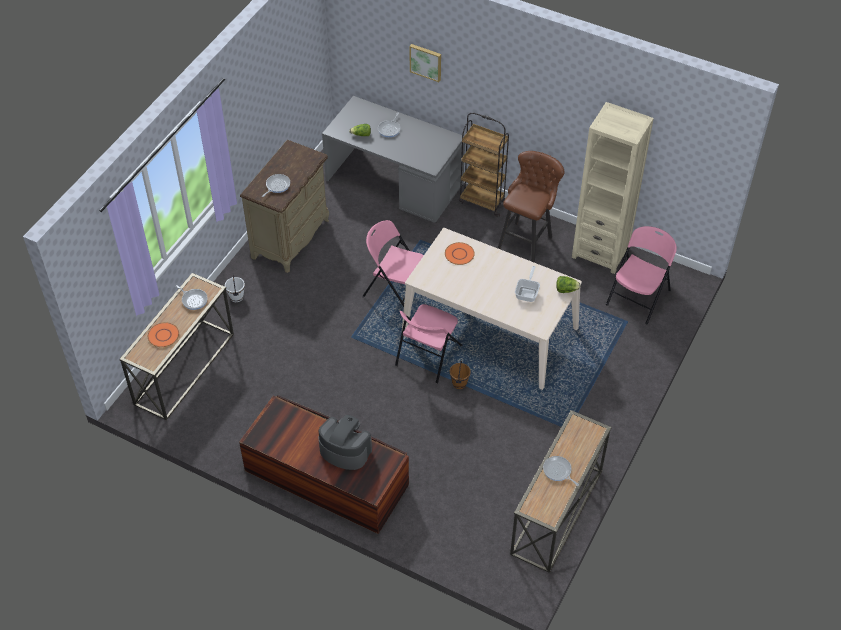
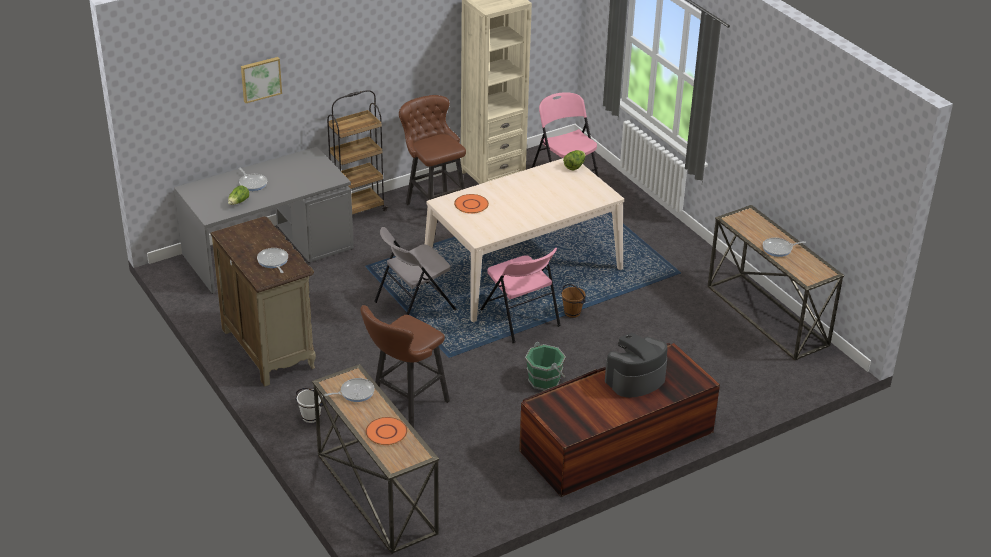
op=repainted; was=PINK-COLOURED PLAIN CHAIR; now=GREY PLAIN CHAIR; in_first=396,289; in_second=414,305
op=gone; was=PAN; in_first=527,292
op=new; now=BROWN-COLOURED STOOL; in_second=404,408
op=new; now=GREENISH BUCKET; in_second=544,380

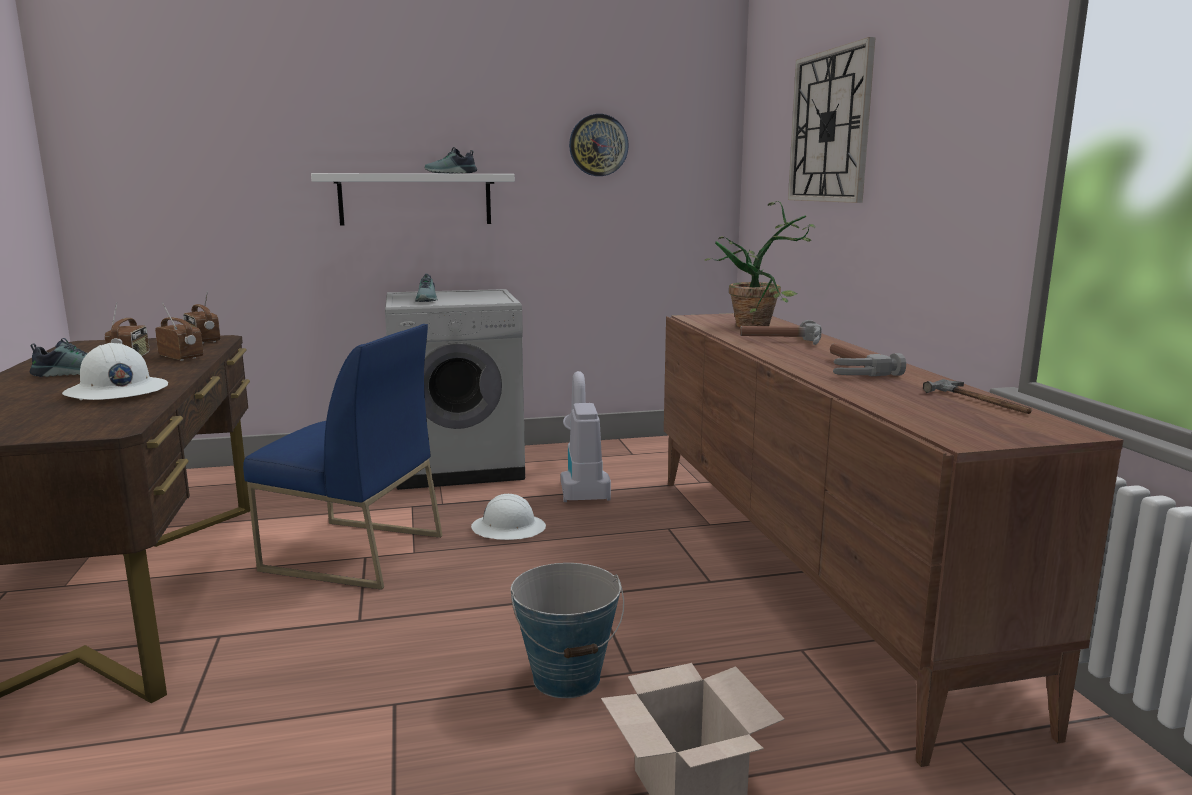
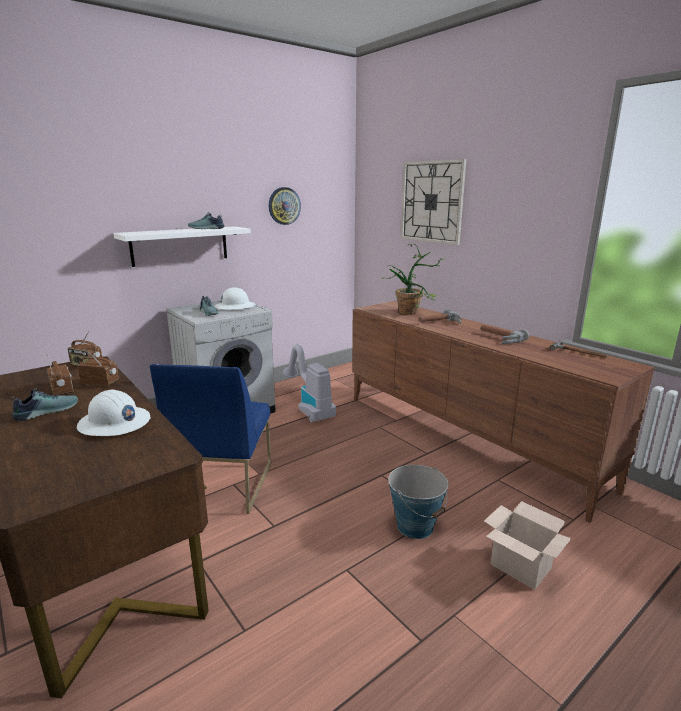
op=rotated; was=BLUISH PLAIN CHAIR; in_first=352,553; in_second=222,484; clockwise=105
op=shifted; was=WHITE WORK HELMET; in_first=508,528; in_second=235,306

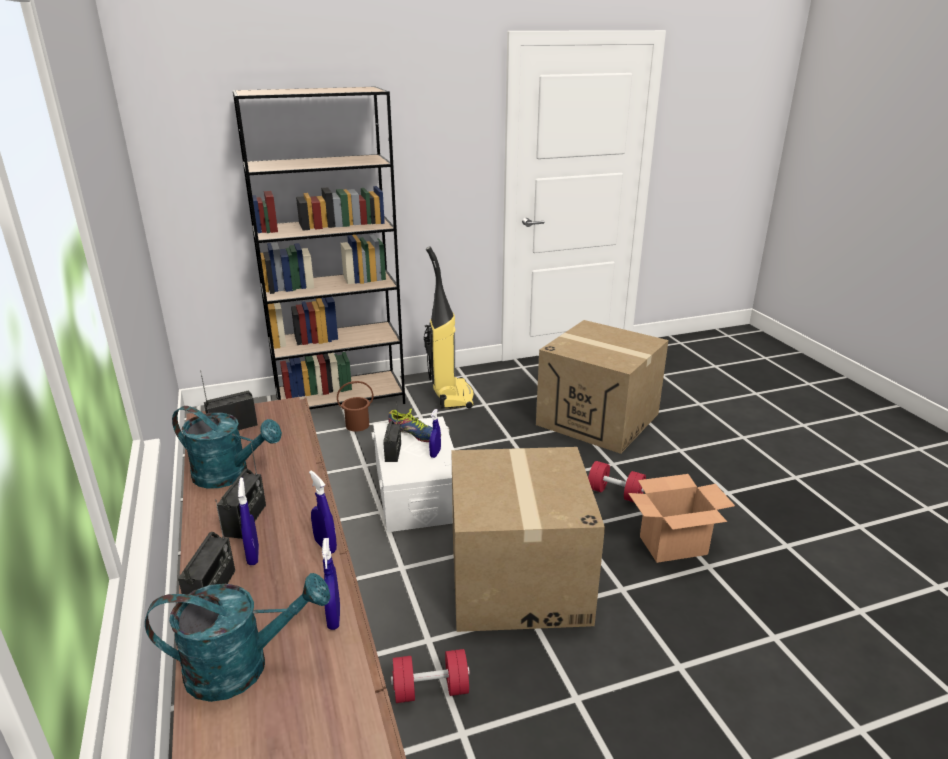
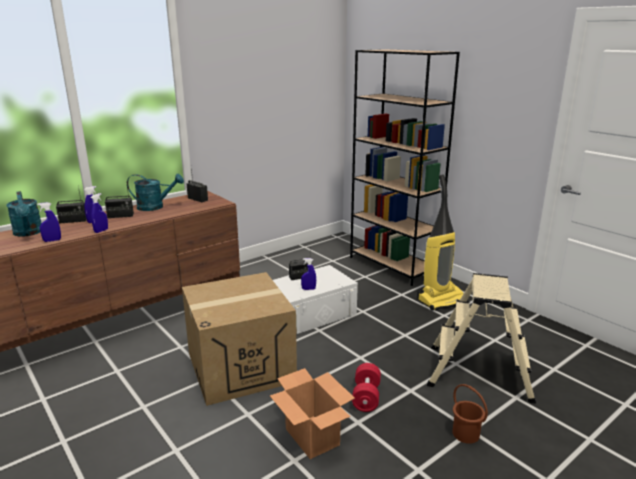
op=rotated; was=TURQUOISE-COLOURED SPRINKLING CAN; in_first=229,475; in_second=155,207; clockwise=-90
op=shifted; was=BROWN-COLOURED BUCKET; in_first=357,425; in_second=465,434
op=gone; was=ITEM OF FOOTWEAR; in_first=414,433
op=gone; was=REDDISH FREE WEIGHT; in_first=430,690
op=swapped; was=CARDBOARD BOX; now=BEIGE-COLOURED STEP STOOL; in_first=598,419; in_second=479,373

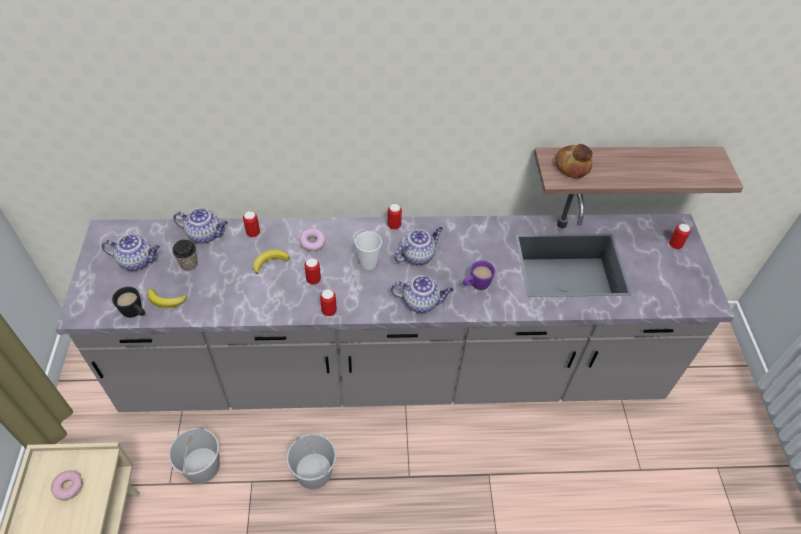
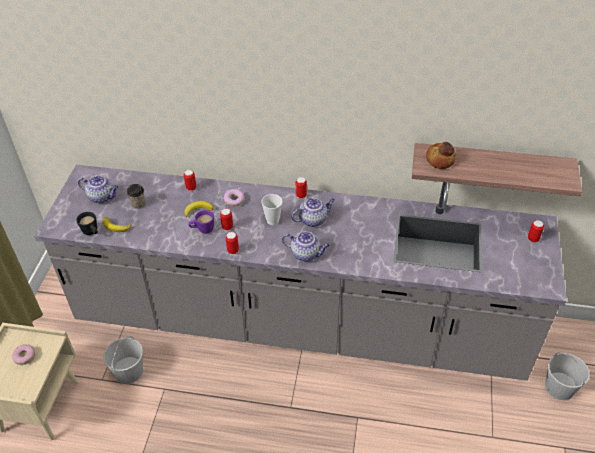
op=gone; was=POT FOR TEA; in_first=205,234
op=shifted; was=WHITE BUCKET; in_first=314,472; in_second=560,387
op=shifted; was=PURPLE TEA MUG; in_first=476,285; in_second=202,230

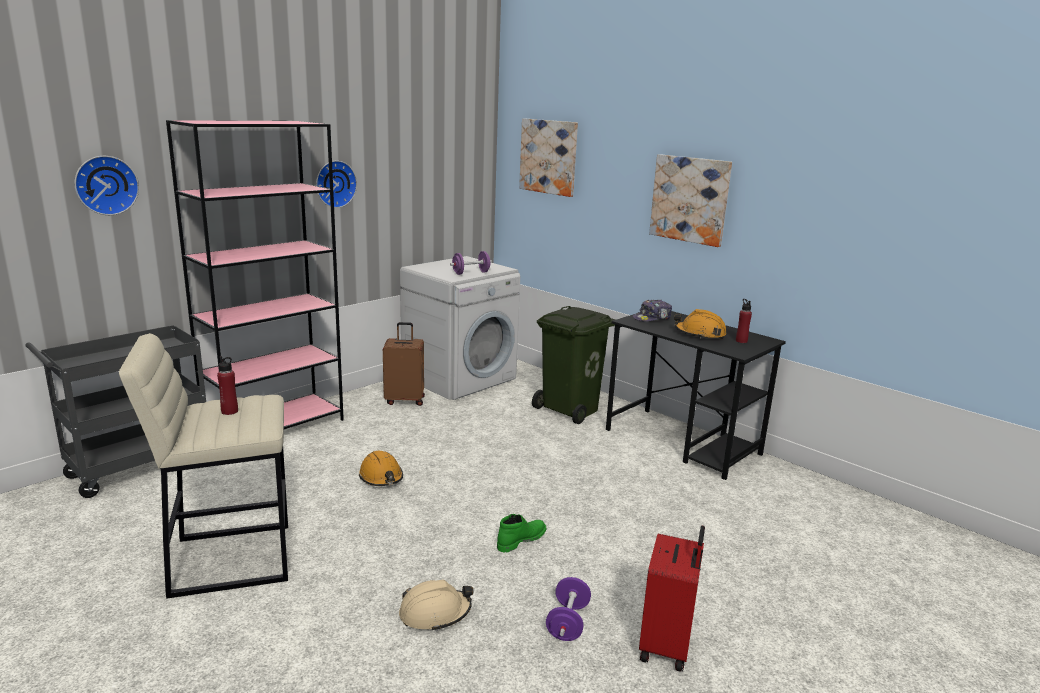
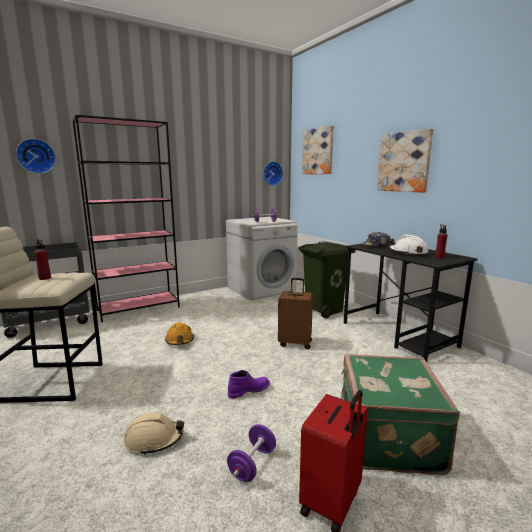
op=shifted; was=WALL CLOCK; in_first=334,184; in_second=272,173
op=shifted; was=BROWN-COLOURED PIECE OF LUGGAGE; in_first=405,400; in_second=295,343
op=repainted; was=GREENISH BOOT; now=PURPLE BOOT; in_first=521,539; in_second=248,390
op=repainted; was=ORANGE WORK HELMET; now=WHITE WORK HELMET; in_first=700,334; in_second=407,253
op=new; now=GREENISH PIECE OF LUGGAGE; in_second=386,437

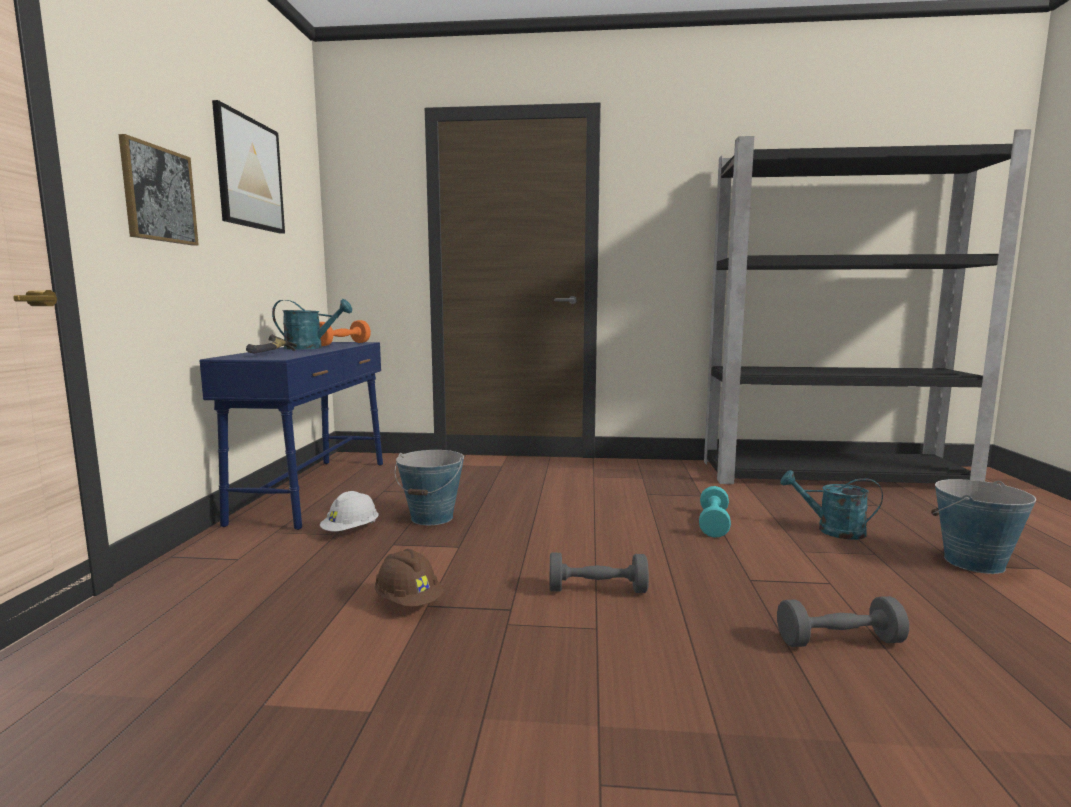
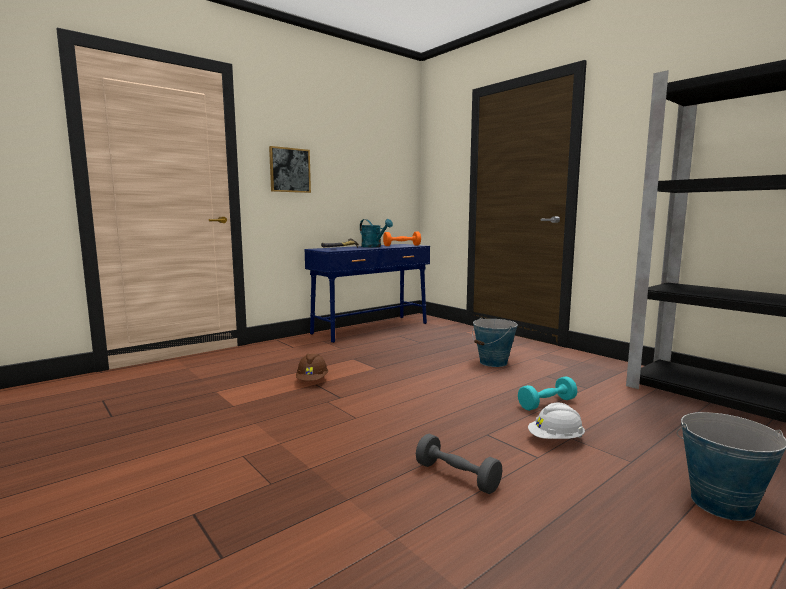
op=gone; was=WALL PICTURE; in_first=249,173
op=shifted; was=WHITE WORK HELMET; in_first=351,531; in_second=555,440
op=shifted; was=BUCKET; in_first=432,517; in_second=493,362
op=gone; was=GREY FREE WEIGHT; in_first=597,590
op=gone; was=TURQUOISE-COLOURED SPRINKLING CAN; in_first=832,530

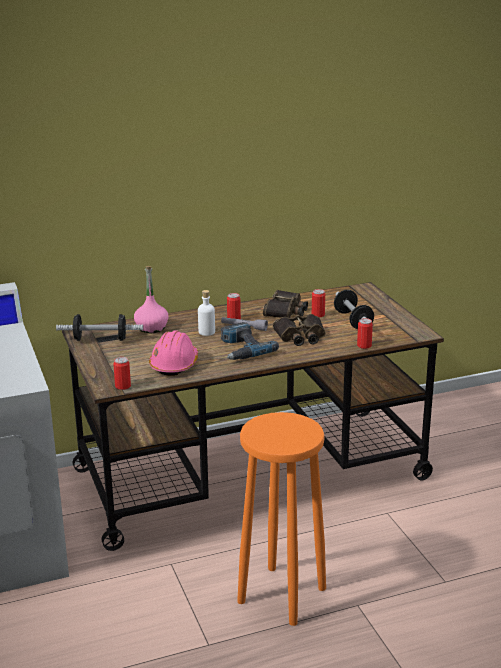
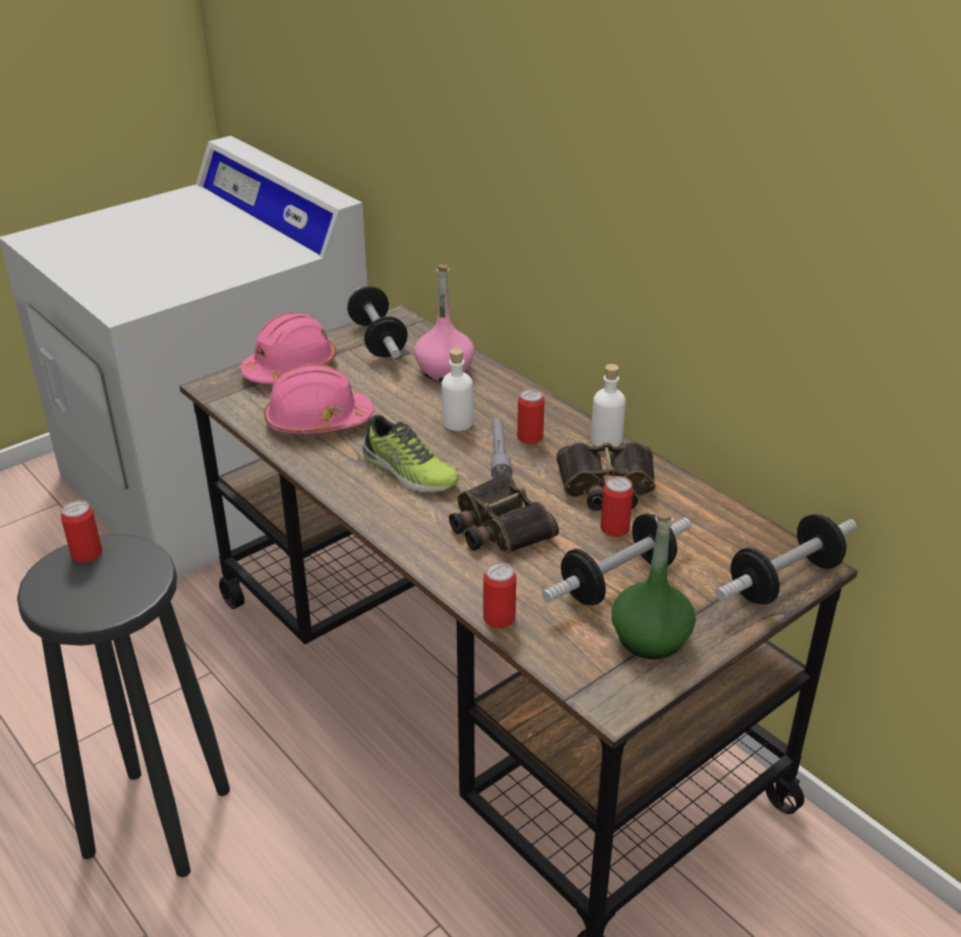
op=shifted; was=CAN; in_first=123,386; in_second=87,554
op=swapped; was=POWER DRILL; now=ITEM OF FOOTWEAR; in_first=242,349; in_second=408,472
op=repainted; was=ORANGE STOOL; now=BLACK STOOL; in_first=281,595; in_second=156,820
op=new; now=PINK-COLOURED WORK HELMET; in_second=291,368
op=new; now=WHITE DRINK BOTTLE; in_second=606,440
op=new; now=GREENISH DRINK BOTTLE; in_second=650,638
op=new; now=FREE WEIGHT; in_second=784,580

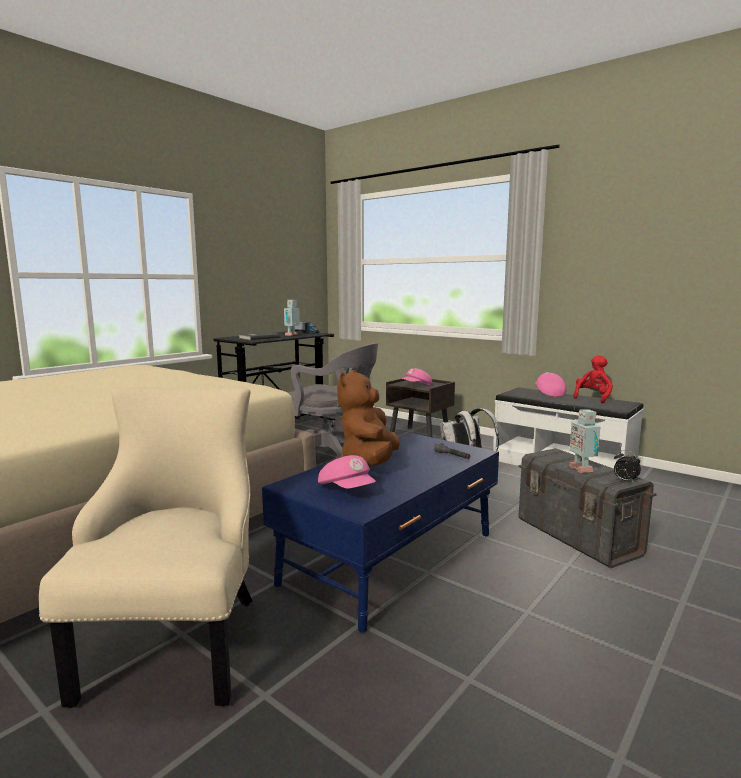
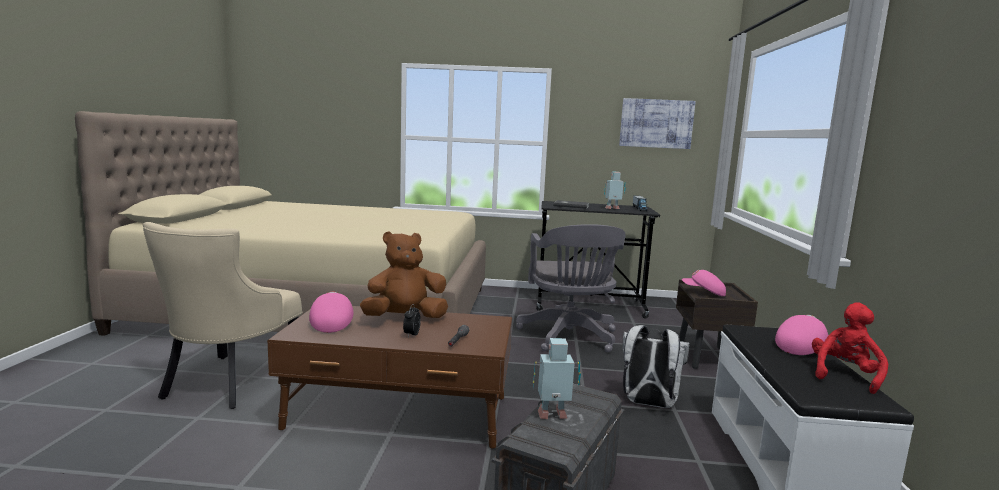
op=rotated; was=BEIGE-COLOURED PLAIN CHAIR; in_first=176,651; in_second=231,380; clockwise=135
op=repainted; was=BLUISH LOW TABLE; now=BROWN-COLOURED LOW TABLE; in_first=391,558; in_second=400,413
op=rotated; was=PINK-COLOURED PEAKED CAP; in_first=347,490; in_second=331,323; clockwise=150
op=rotated; was=MODEL ROBOT; in_first=581,469; in_second=553,416; clockwise=45
op=rotated; was=REDDISH SOFT TOY; in_first=592,398; in_second=844,375; clockwise=-60
op=shifted; was=ALARM CLOCK; in_first=624,481; in_second=411,335
op=new; now=WALL PICTURE; in_second=656,123

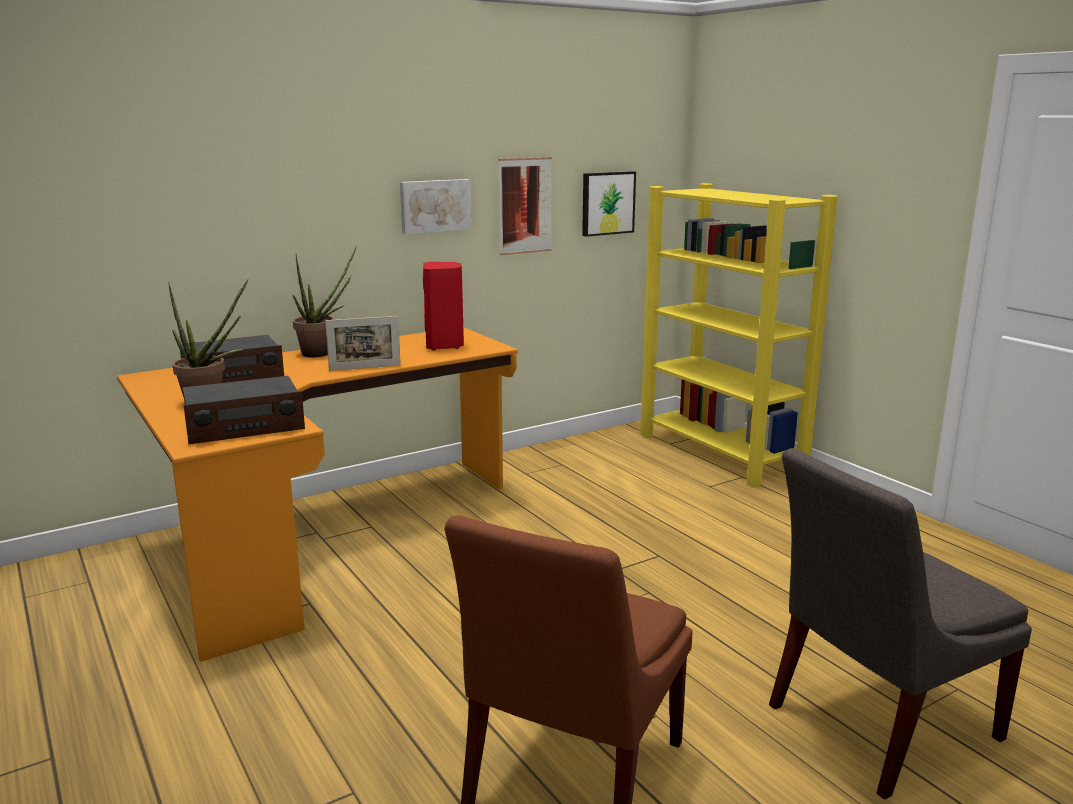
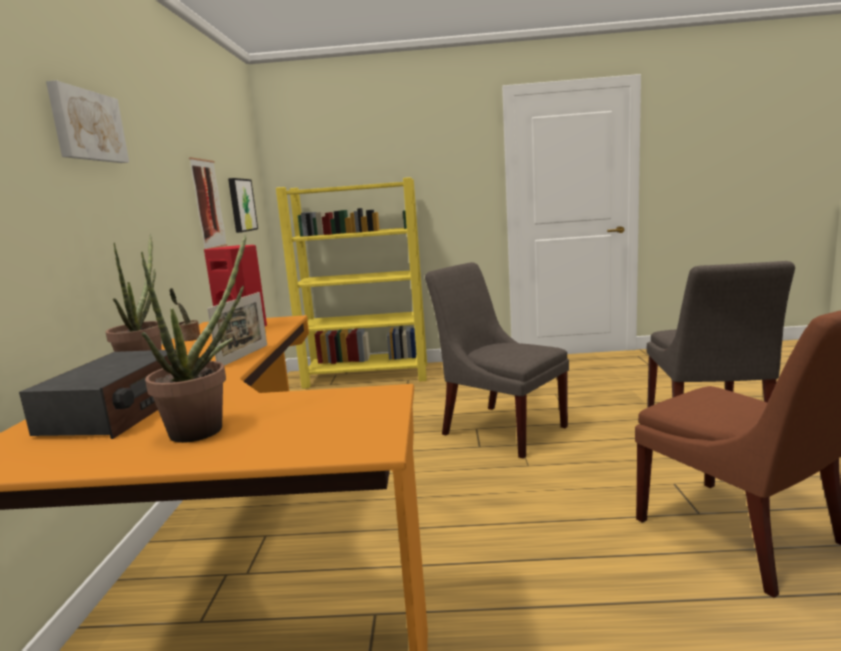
op=gone; was=RADIO RECEIVER; in_first=244,425
op=shifted; was=WALL PICTURE; in_first=435,205; in_second=87,126
op=new; now=HOUSEPLANT; in_second=189,339
op=new; now=GREY PLAIN CHAIR; in_second=500,428

